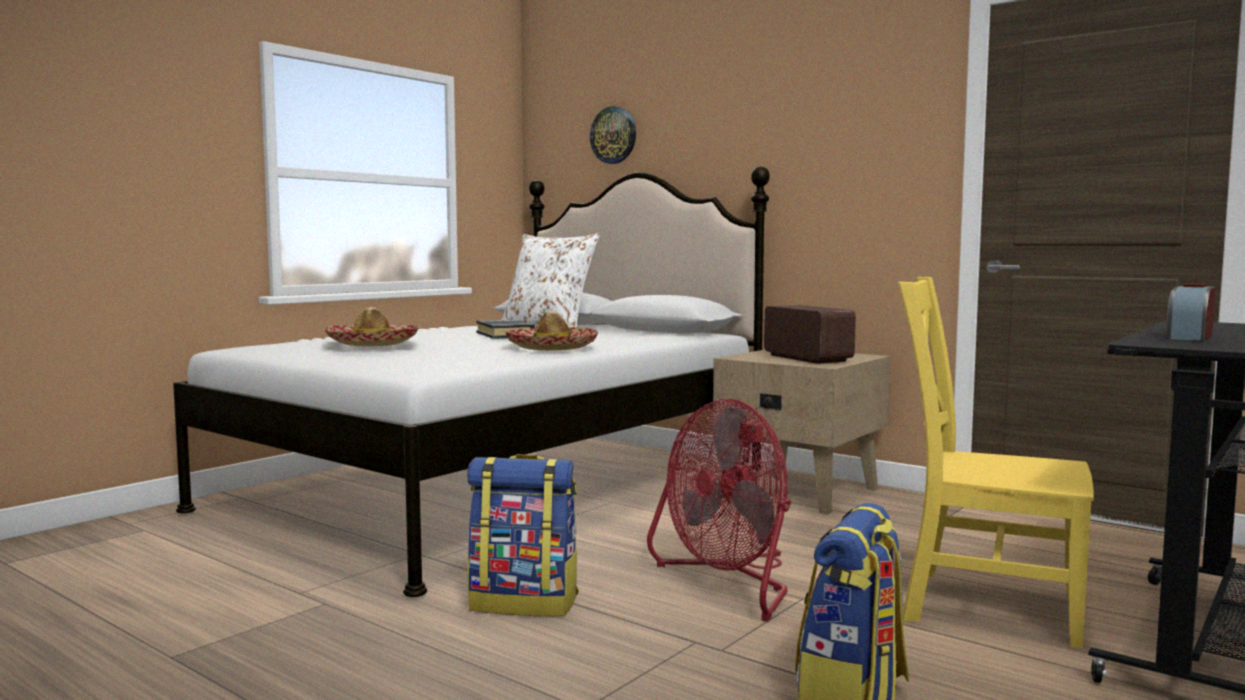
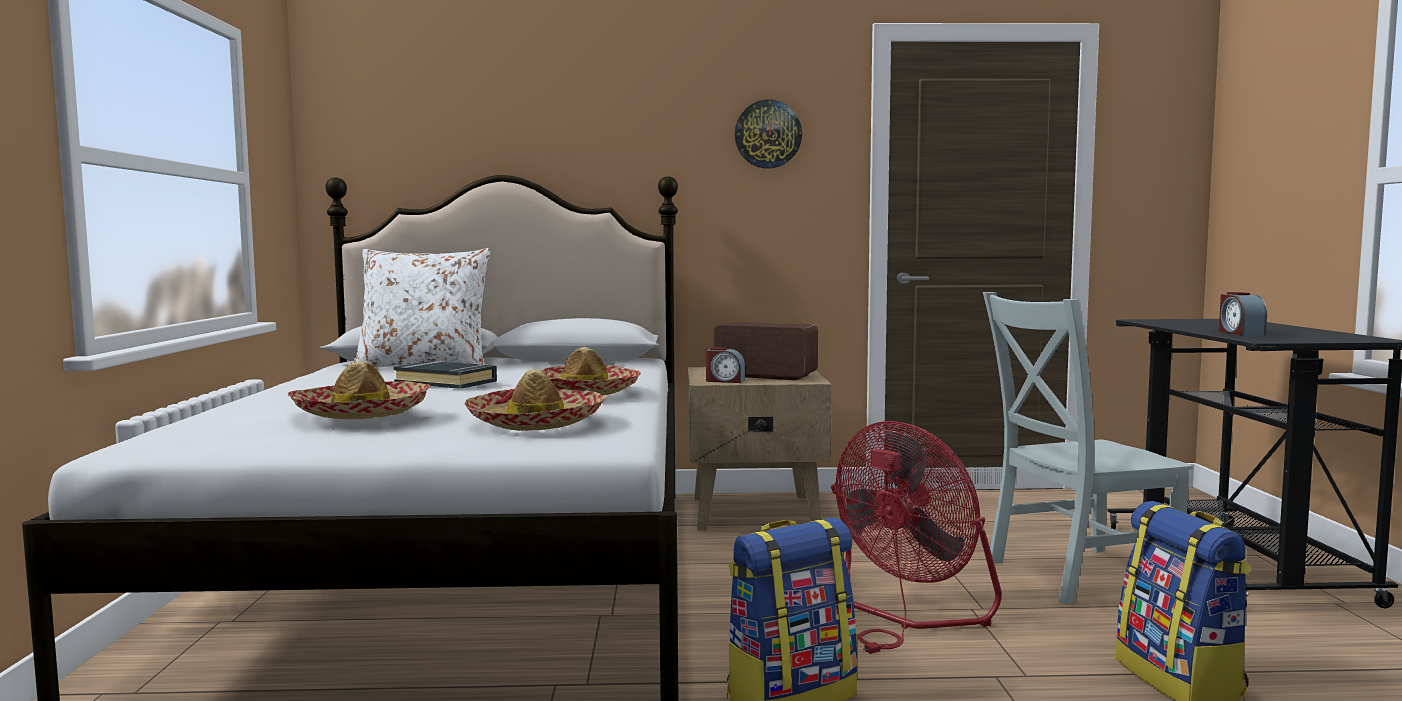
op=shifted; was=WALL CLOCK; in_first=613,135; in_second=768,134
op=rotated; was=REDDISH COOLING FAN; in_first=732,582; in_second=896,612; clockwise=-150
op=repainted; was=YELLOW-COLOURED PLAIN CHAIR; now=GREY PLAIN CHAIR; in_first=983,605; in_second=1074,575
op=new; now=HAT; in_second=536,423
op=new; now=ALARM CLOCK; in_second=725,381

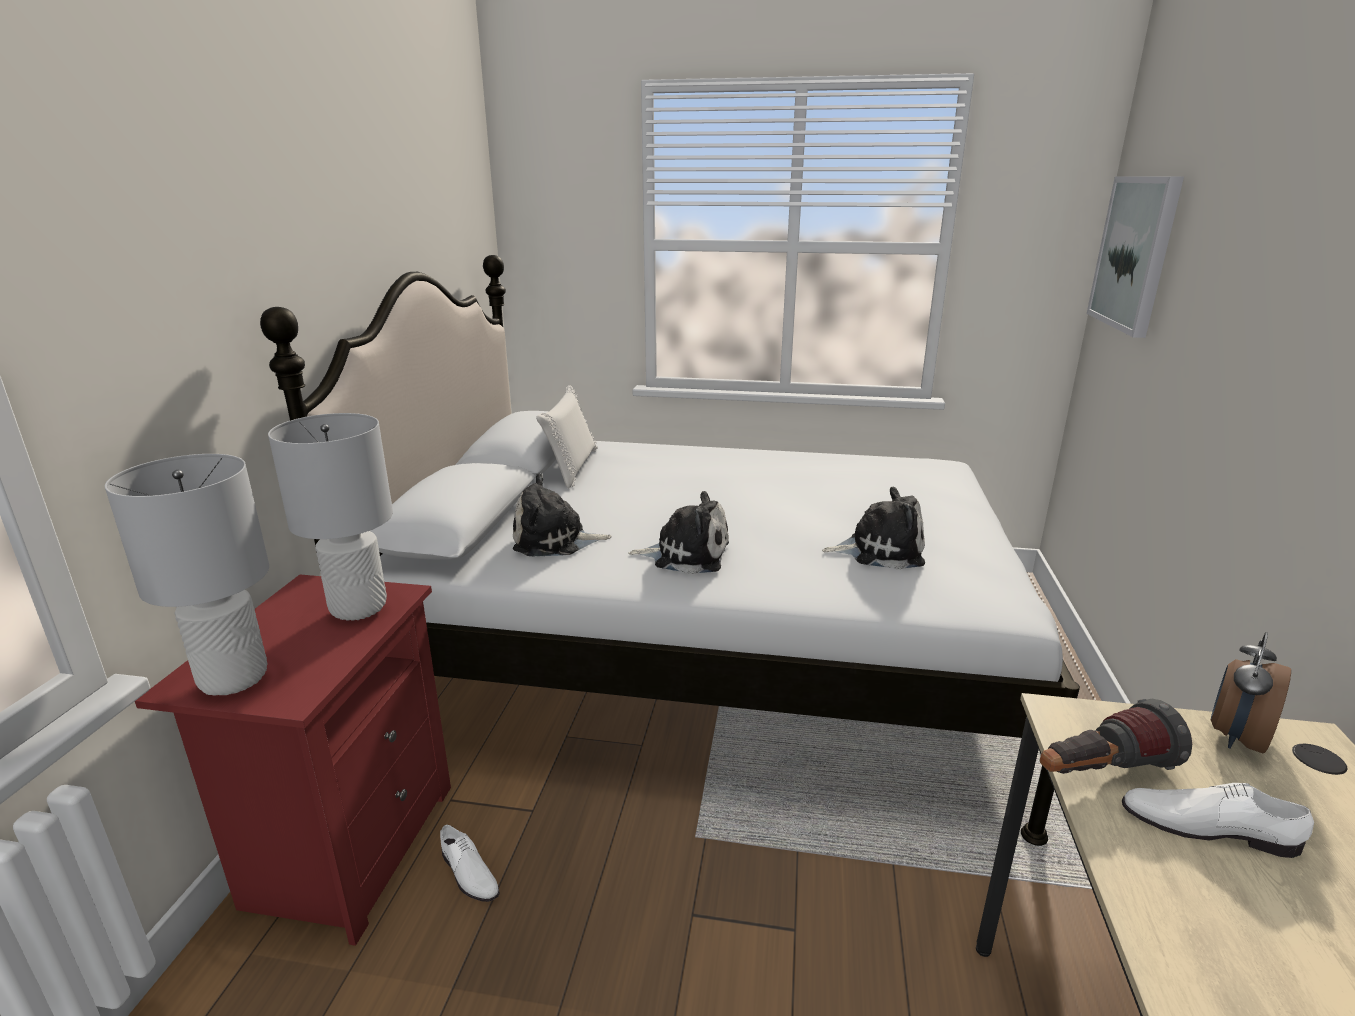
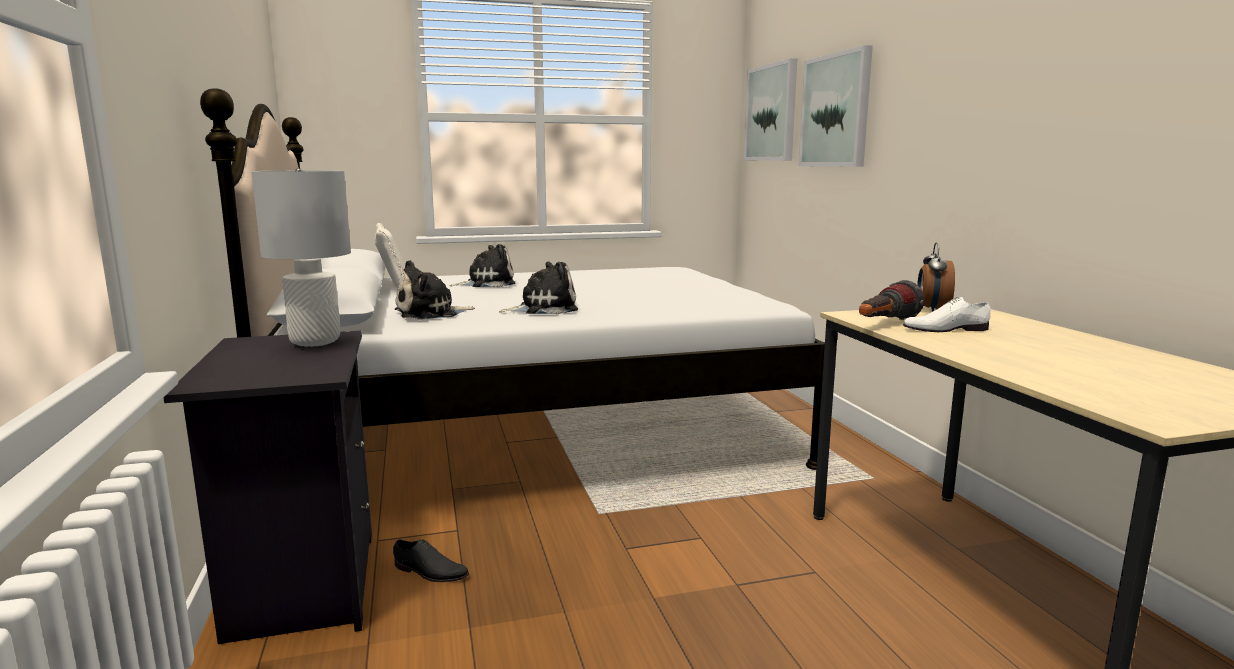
op=gone; was=GREY TABLE LAMP; in_first=234,682
op=repainted; was=REDDISH NIGHT TABLE; now=BLACK NIGHT TABLE; in_first=349,847; in_second=302,585
op=repainted; was=WHITE ITEM OF FOOTWEAR; now=BLACK ITEM OF FOOTWEAR; in_first=467,873; in_second=429,572
op=shifted; was=SOFT TOY; in_first=880,550; in_second=487,283
op=new; now=WALL PICTURE; in_second=836,111

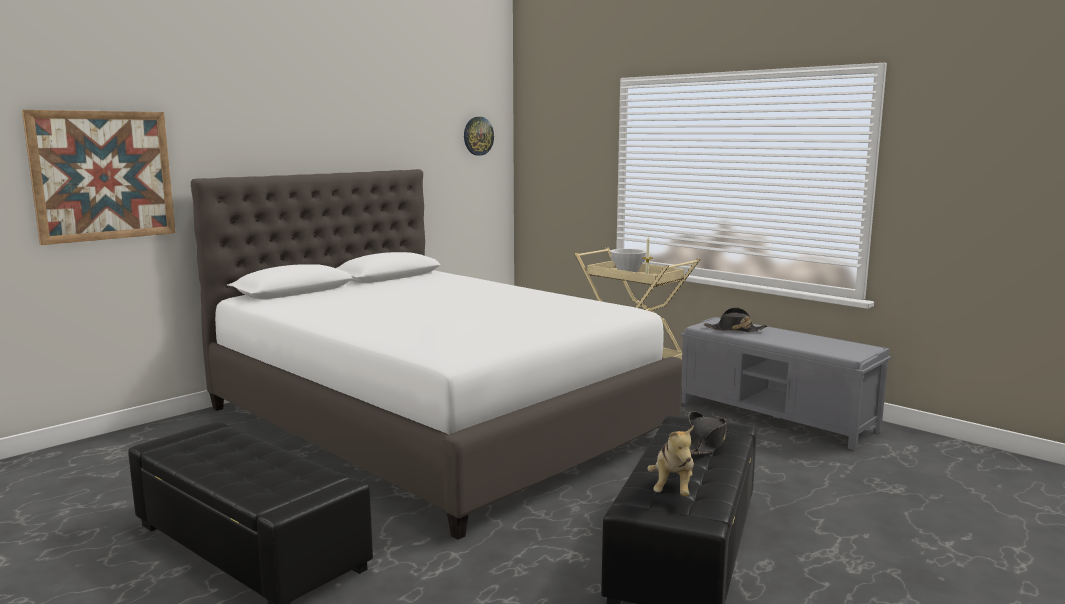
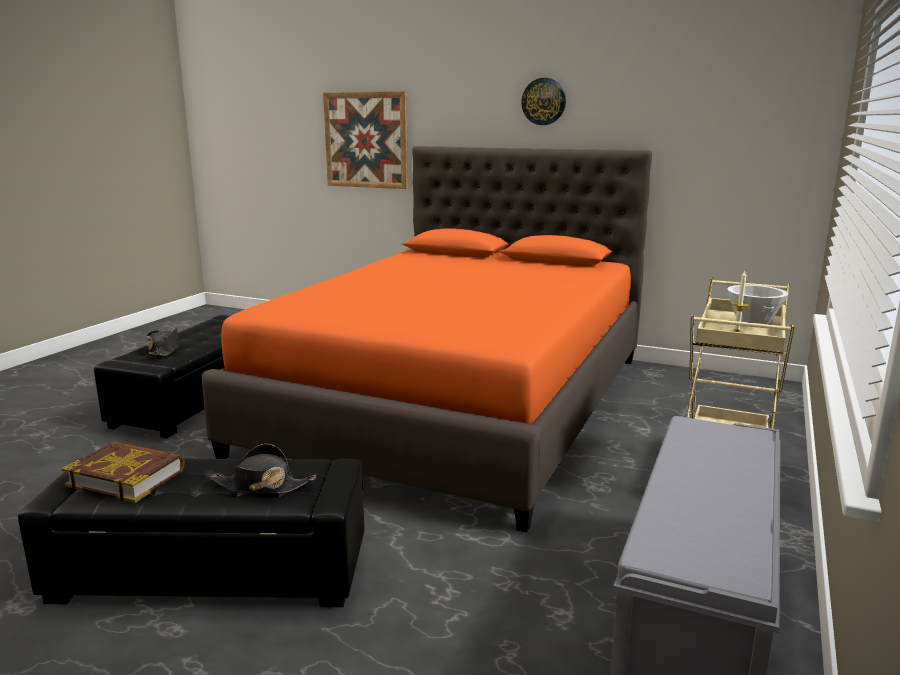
op=repainted; was=WHITE BEDROOM BED; now=ORANGE BEDROOM BED; in_first=433,421; in_second=458,402
op=shifted; was=WALL CLOCK; in_first=478,136; in_second=543,101
op=swapped; was=SOFT TOY; now=VOLUME; in_first=673,489; in_second=127,477
op=shifted; was=BLACK HAT; in_first=734,330; in_second=164,350

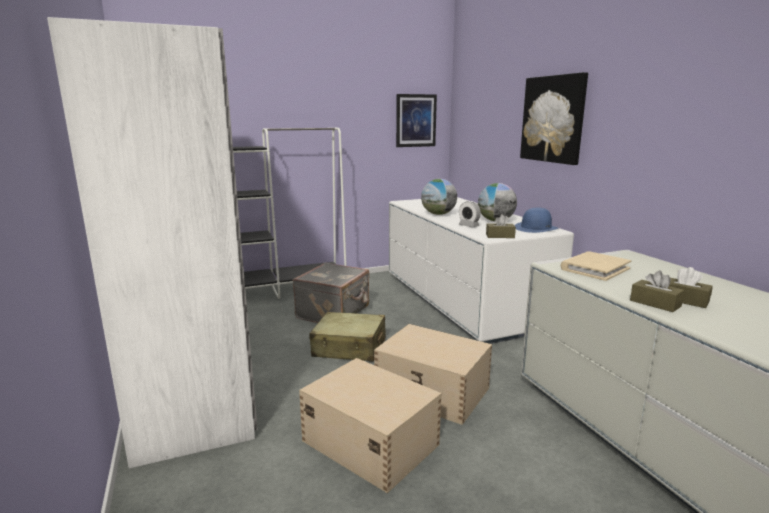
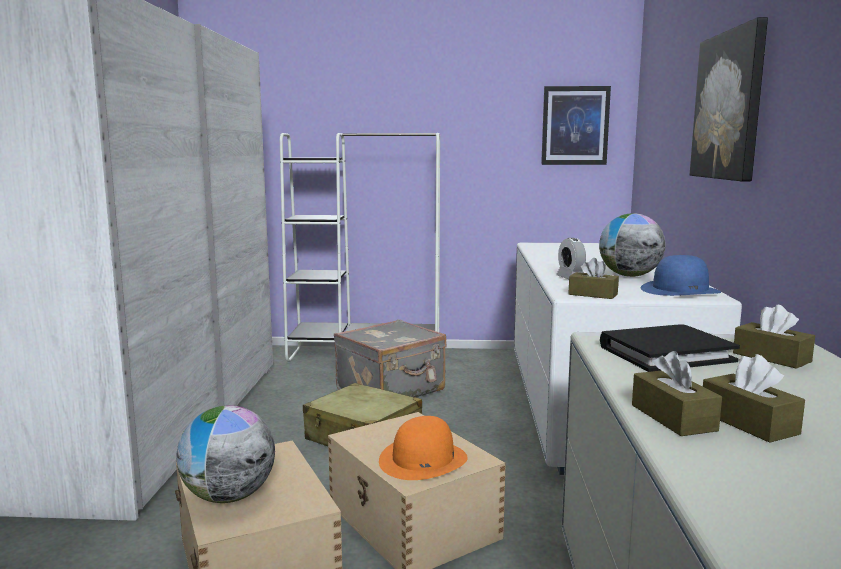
op=shifted; was=DESK GLOBE; in_first=438,214; in_second=229,496
op=repainted; was=BEIGE-COLOURED VOLUME; now=BLACK VOLUME; in_first=595,269; in_second=665,353
op=new; now=ORANGE HAT; in_second=423,460
op=new; now=BROWN-COLOURED TISSUE HOLDER; in_second=771,357

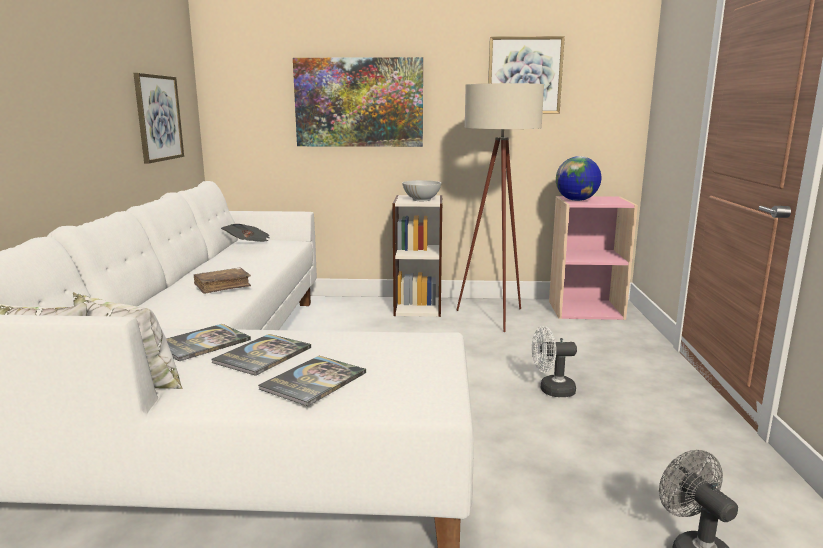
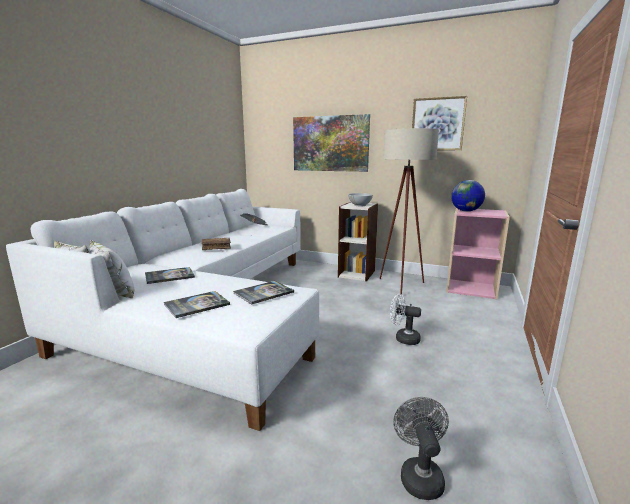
op=gone; was=WALL PICTURE; in_first=158,118
op=shifted; was=VOLUME; in_first=263,355; in_second=263,293

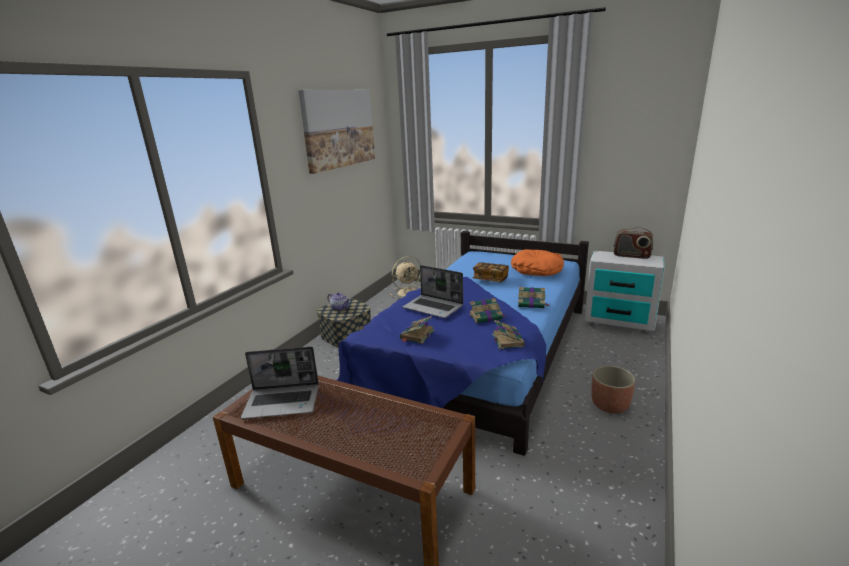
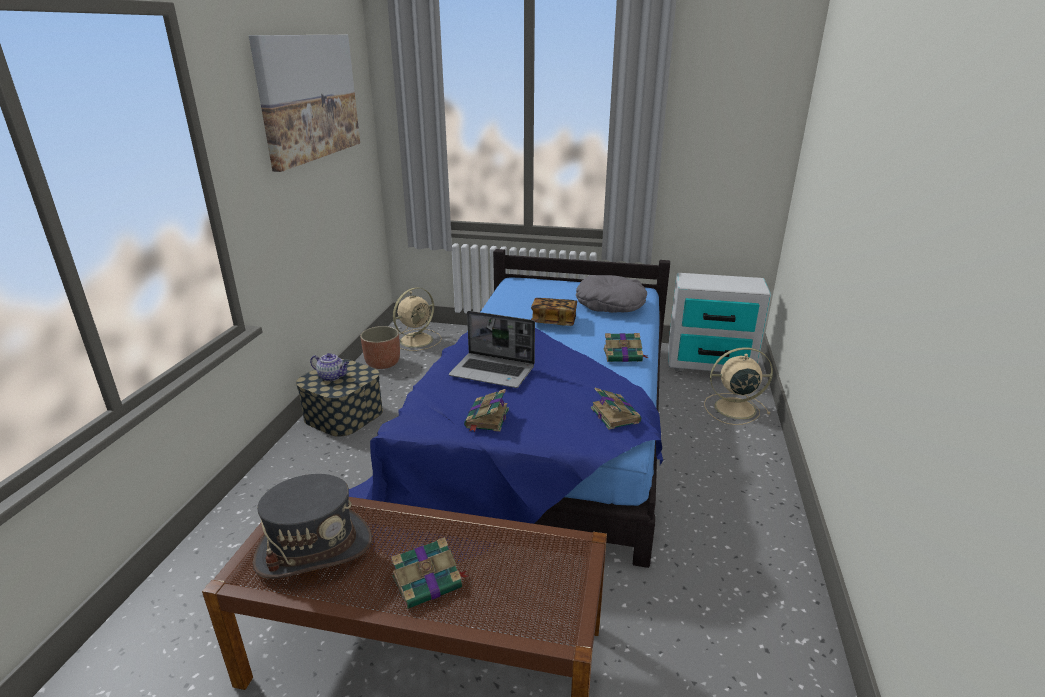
op=swapped; was=PORTABLE COMPUTER; now=GREY HAT; in_first=283,402; in_second=314,549
op=shifted; was=VOLUME; in_first=486,317; in_second=429,582
op=repainted; was=ORANGE THROW PILLOW; now=GREY THROW PILLOW; in_first=537,270; in_second=611,304
op=shifted; was=PLANT POT; in_first=609,405; in_second=382,363
op=gone; was=RADIO RECEIVER; in_first=631,256
op=new; now=BEIGE-COLOURED COOLING FAN; in_second=733,408

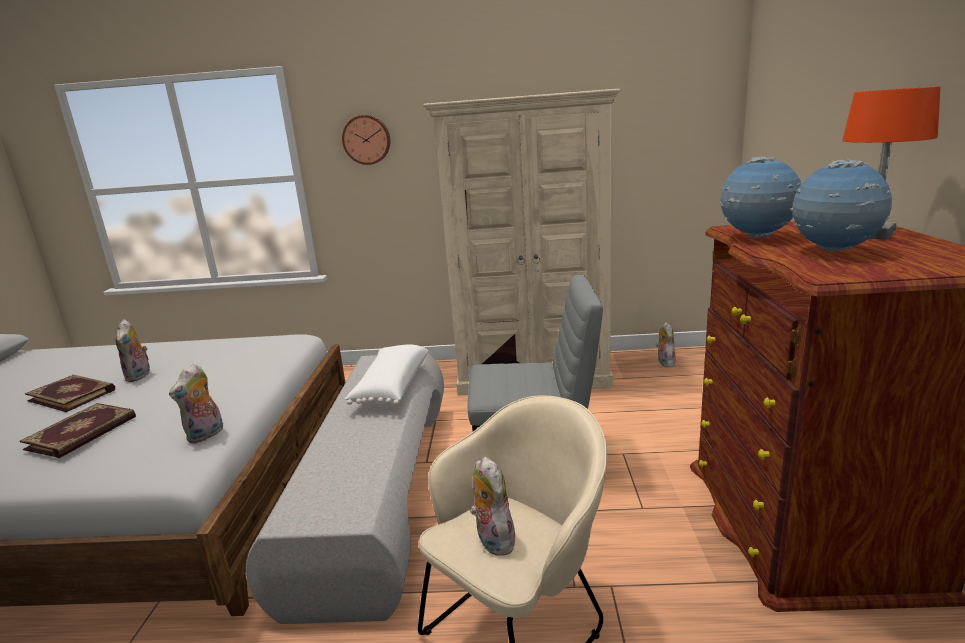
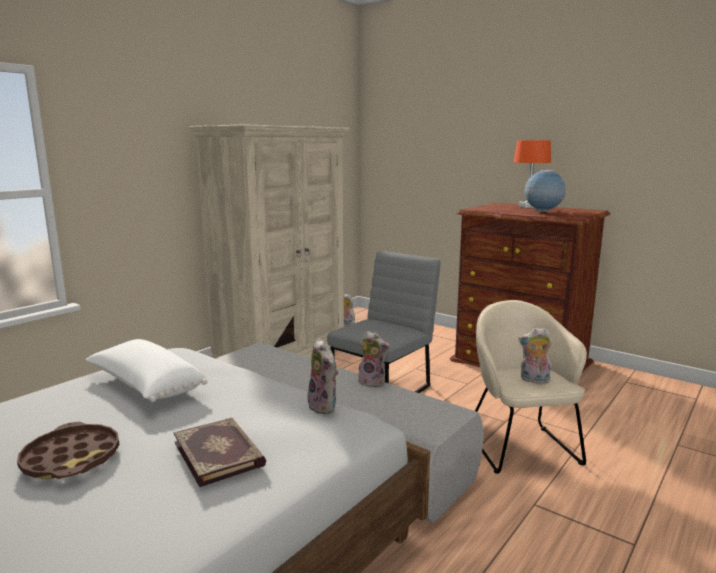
op=swapped; was=VOLUME; now=BROWN-COLOURED TRAY; in_first=73,395; in_second=71,458
op=shifted; was=SOFT TOY; in_first=139,376; in_second=373,382
op=gone; was=WALL CLOCK; in_first=366,140
op=shifted; was=WHITE THROW PILLOW; in_first=391,388; in_second=145,386
op=gone; was=DESK GLOBE; in_first=756,237

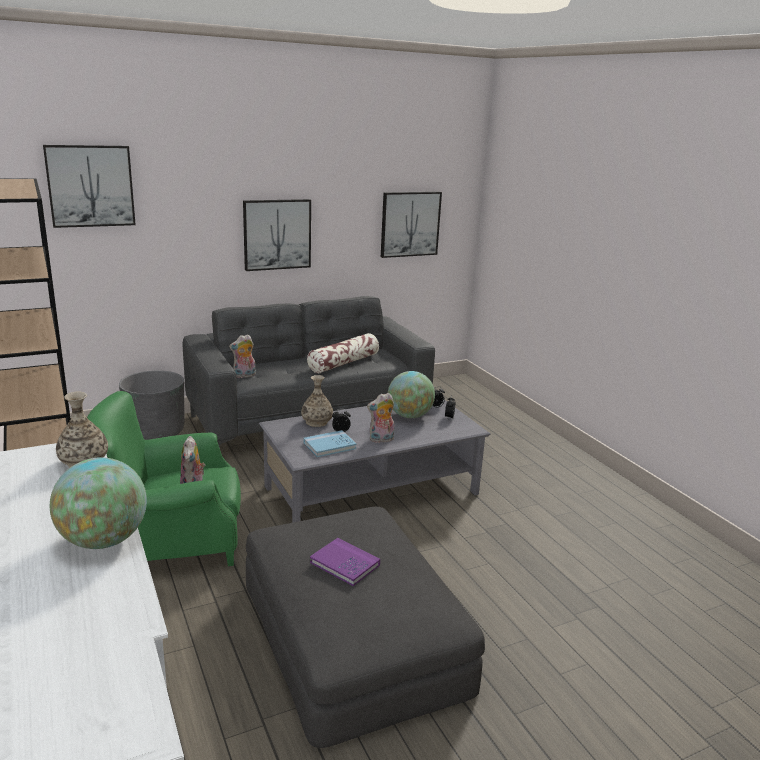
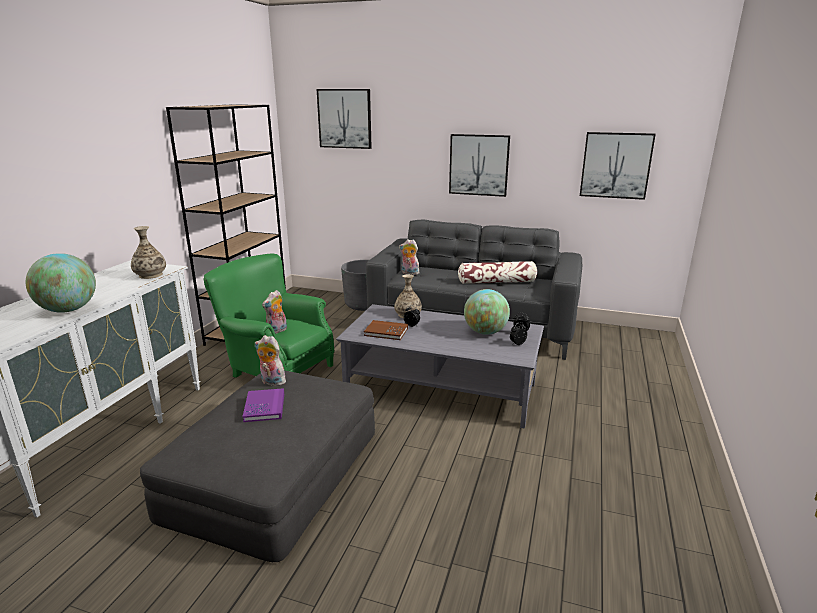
op=repainted; was=BLUISH VOLUME; now=BROWN-COLOURED VOLUME; in_first=329,446; in_second=386,332
op=shifted; was=SOFT TOY; in_first=381,440; in_second=271,382

